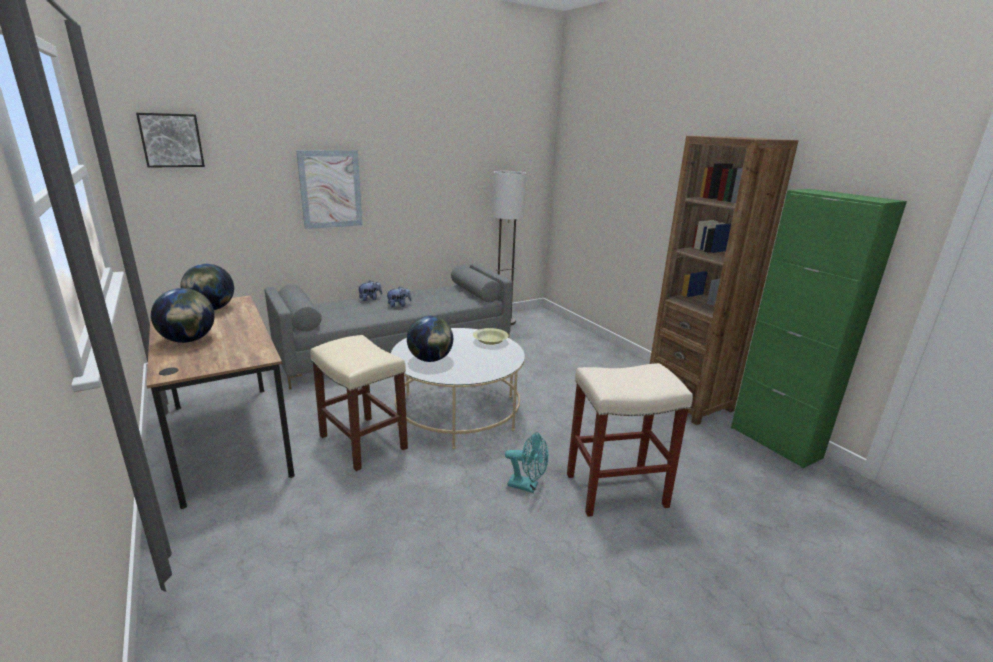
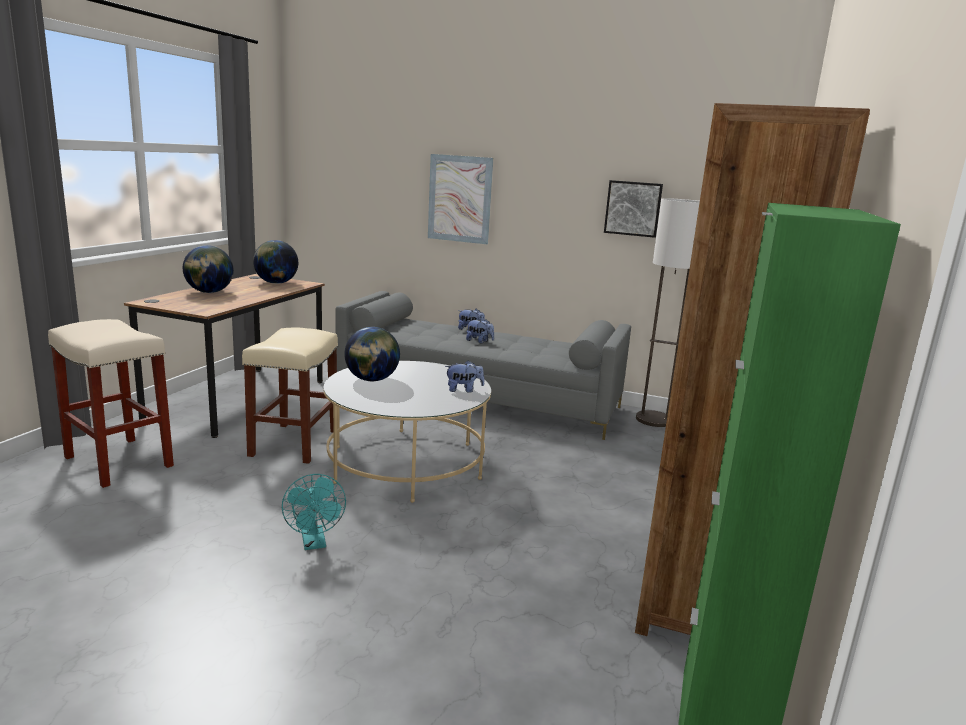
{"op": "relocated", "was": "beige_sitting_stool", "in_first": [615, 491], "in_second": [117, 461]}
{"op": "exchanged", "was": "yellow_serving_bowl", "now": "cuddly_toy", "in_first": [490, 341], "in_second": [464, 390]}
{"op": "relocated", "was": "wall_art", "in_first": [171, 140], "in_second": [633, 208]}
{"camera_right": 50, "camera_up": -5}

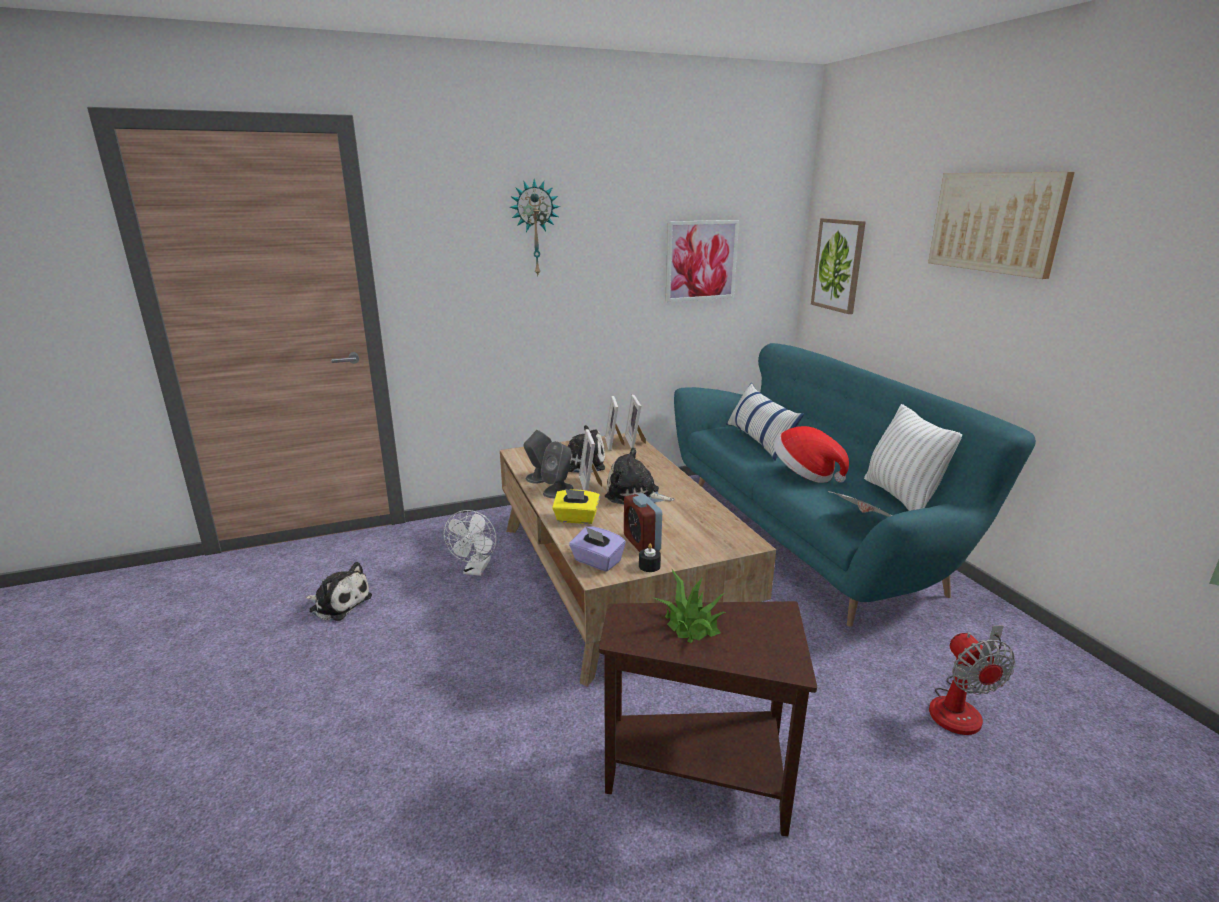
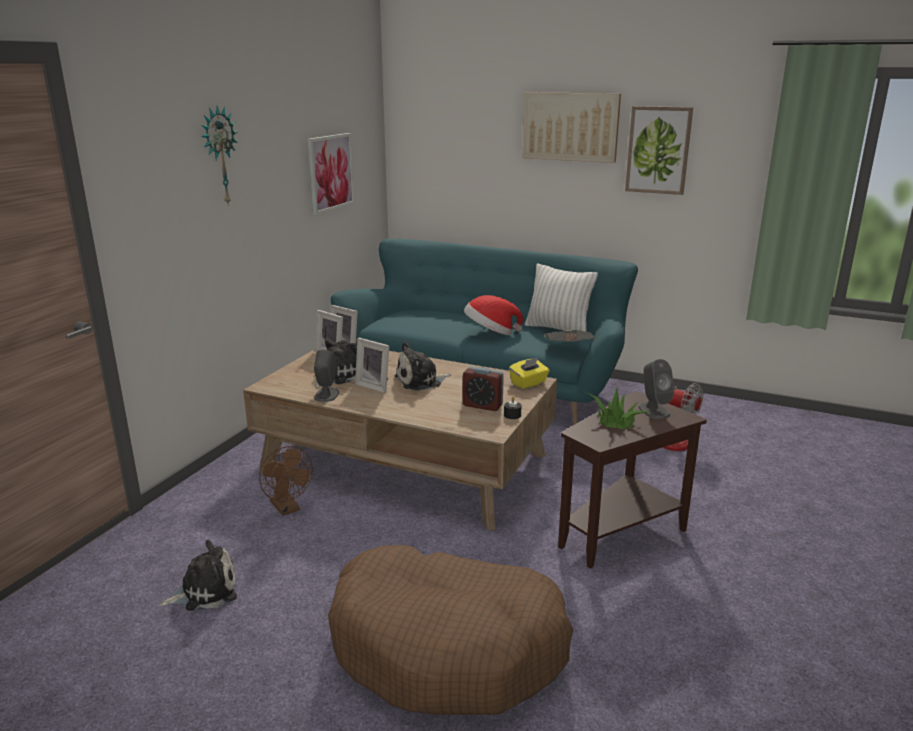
{"op": "colour", "was": "whitish_cooling_fan", "now": "brownish_cooling_fan", "in_first": [476, 570], "in_second": [288, 508]}
{"op": "appeared", "now": "brownish_dog_cushion", "in_second": [448, 647]}
{"op": "relocated", "was": "yellow_box_of_tissues", "in_first": [576, 519], "in_second": [528, 383]}
{"op": "relocated", "was": "wall_art", "in_first": [838, 265], "in_second": [658, 150]}
{"op": "relocated", "was": "gray_audio_speaker", "in_first": [558, 490], "in_second": [653, 410]}
{"op": "missing", "was": "purple_box_of_tissues", "in_first": [597, 561]}
{"op": "missing", "was": "throw_pillow", "in_first": [759, 440]}
{"camera_right": -45, "camera_up": 0}

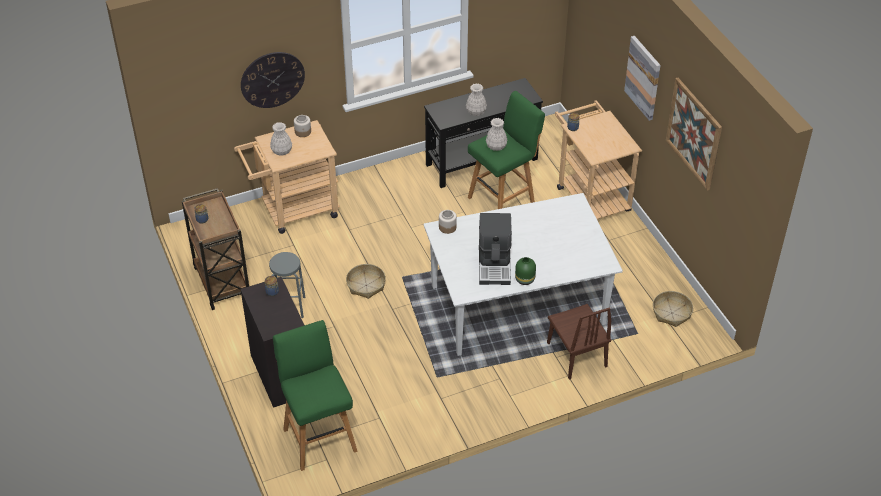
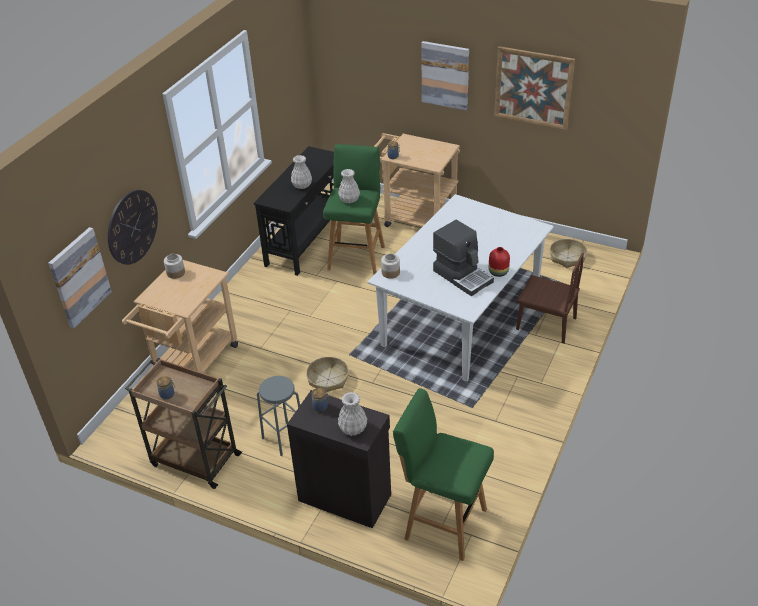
{"op": "appeared", "now": "wall_art", "in_second": [79, 277]}
{"op": "relocated", "was": "whitish_decorative_vase", "in_first": [282, 151], "in_second": [352, 428]}
{"op": "colour", "was": "greenish_decorative_vase", "now": "reddish_decorative_vase", "in_first": [525, 279], "in_second": [498, 272]}
{"camera_right": -40, "camera_up": -5}

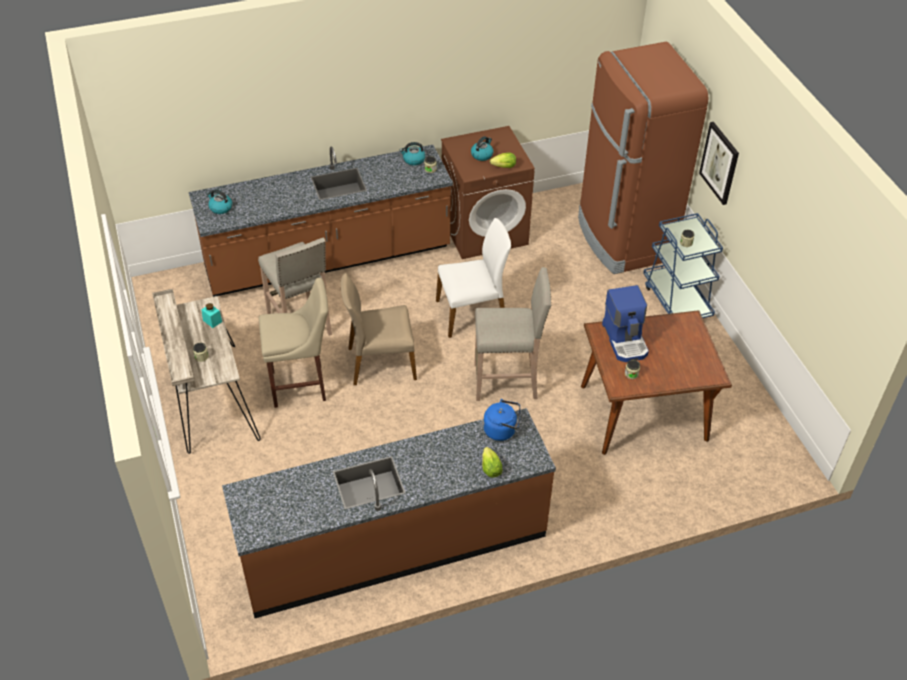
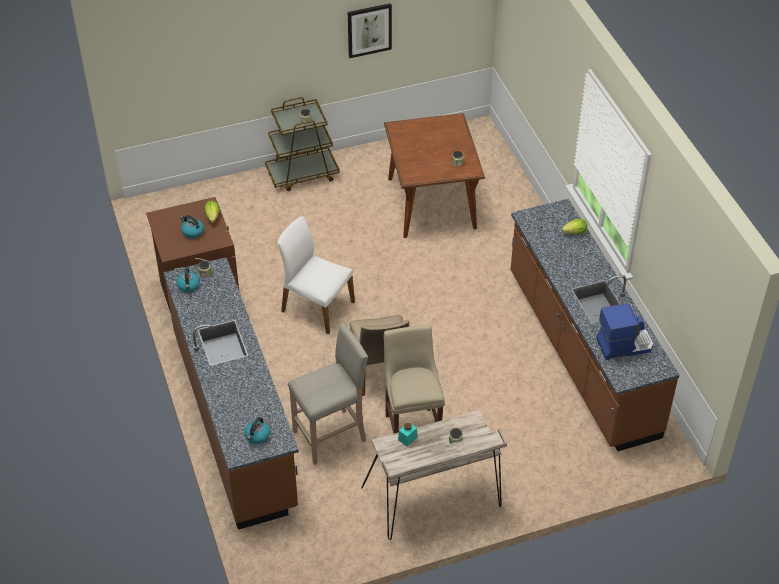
{"op": "colour", "was": "blue_trolley", "now": "brownish_trolley", "in_first": [676, 300], "in_second": [303, 174]}
{"op": "spun", "was": "whitish_upright_chair", "in_first": [472, 313], "in_second": [316, 307], "clockwise": -45}
{"op": "relocated", "was": "wall_art", "in_first": [720, 163], "in_second": [369, 30]}
{"op": "relocated", "was": "coffee_brewer", "in_first": [625, 340], "in_second": [624, 344]}
{"op": "missing", "was": "beige_sitting_stool", "in_first": [507, 382]}
{"op": "missing", "was": "blue_water_kettle", "in_first": [502, 430]}
{"op": "missing", "was": "brownish_fridge", "in_first": [624, 239]}
{"camera_right": -90, "camera_up": 0}

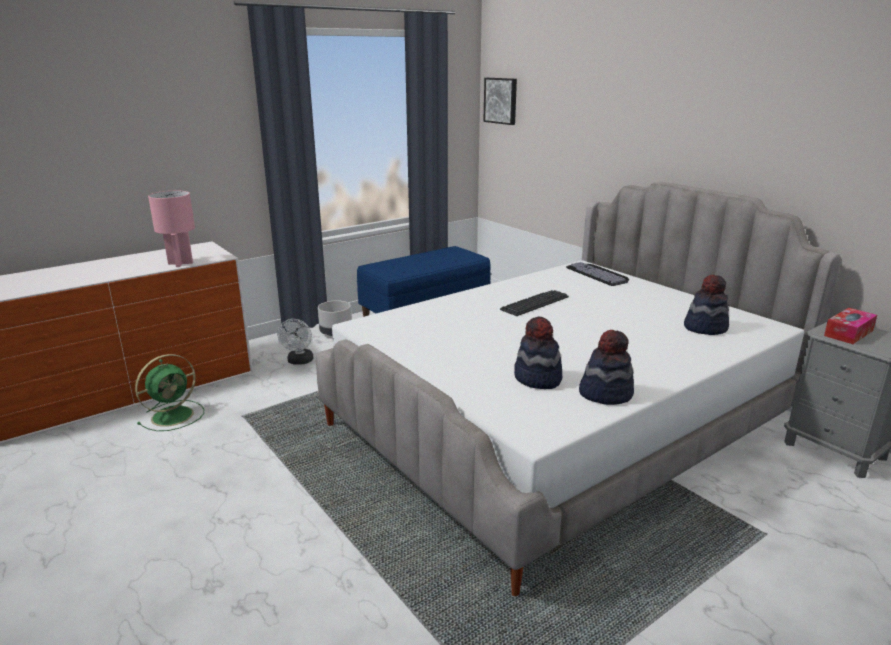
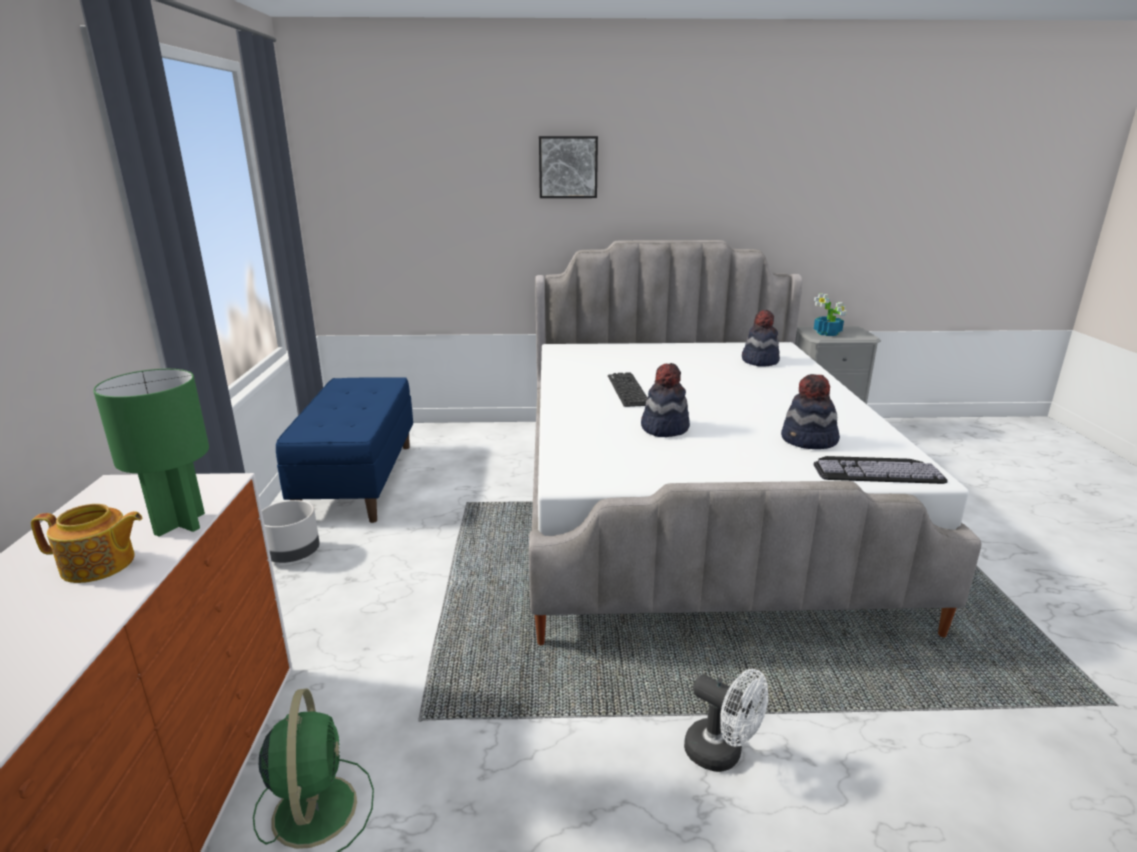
{"op": "appeared", "now": "teapot", "in_second": [99, 565]}
{"op": "colour", "was": "pink_tabletop_lamp", "now": "greenish_tabletop_lamp", "in_first": [180, 263], "in_second": [178, 524]}
{"op": "relocated", "was": "wall_art", "in_first": [501, 100], "in_second": [568, 167]}
{"op": "relocated", "was": "wearable_hat", "in_first": [605, 393], "in_second": [664, 428]}
{"op": "relocated", "was": "whitish_cooling_fan", "in_first": [299, 362], "in_second": [722, 754]}
{"op": "relocated", "was": "computer_keyboard", "in_first": [599, 274], "in_second": [876, 470]}
{"op": "exchanged", "was": "box_of_tissues", "now": "houseplant", "in_first": [848, 333], "in_second": [827, 333]}
{"camera_right": -55, "camera_up": 0}

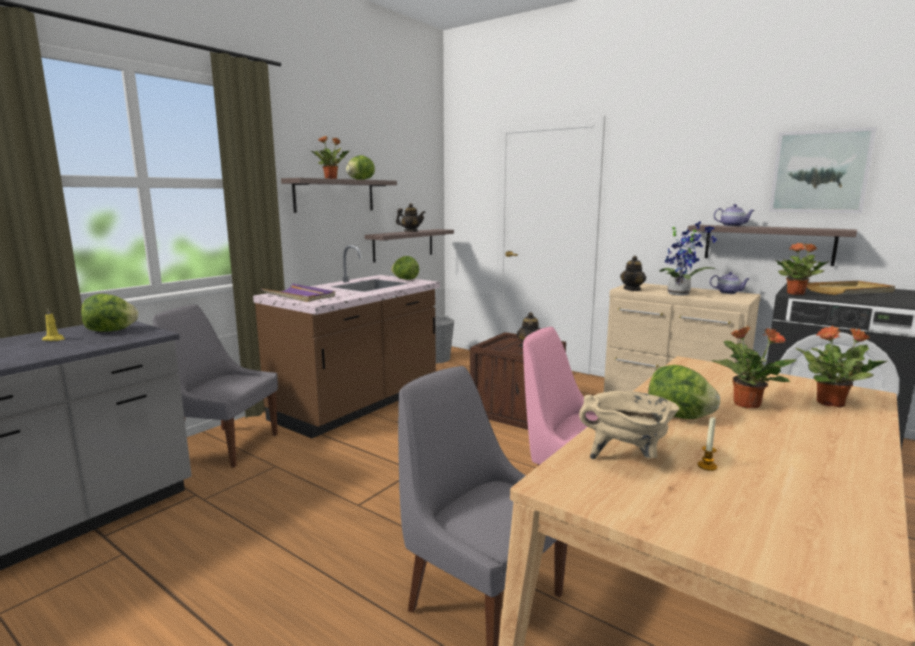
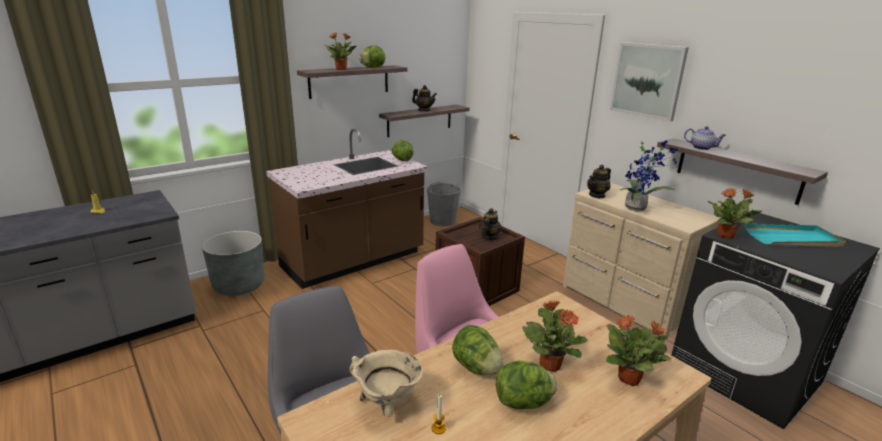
{"op": "exchanged", "was": "gray_upright_chair", "now": "gray_flower_pot", "in_first": [225, 446], "in_second": [239, 285]}
{"op": "relocated", "was": "lettuce_head", "in_first": [111, 331], "in_second": [524, 403]}
{"op": "relocated", "was": "wall_art", "in_first": [819, 172], "in_second": [647, 80]}
{"op": "colour", "was": "beige_tray", "now": "blue-green_tray", "in_first": [849, 291], "in_second": [792, 239]}
{"op": "missing", "was": "purple_tray", "in_first": [299, 295]}
{"op": "missing", "was": "teapot", "in_first": [728, 292]}
{"camera_right": 15, "camera_up": 10}

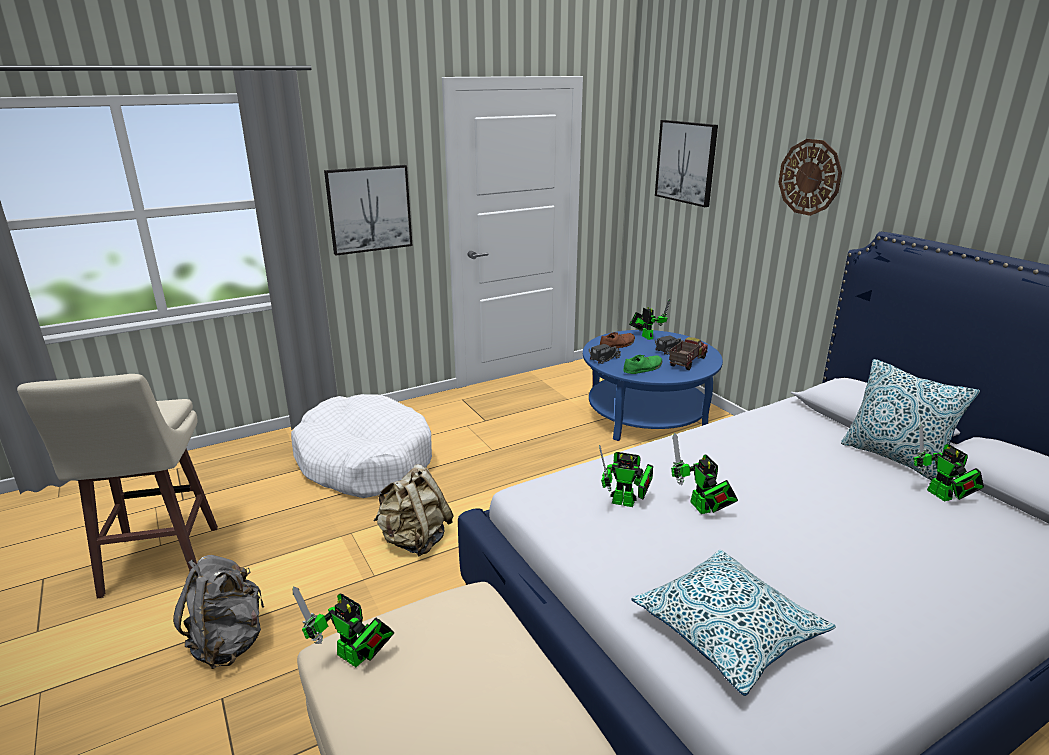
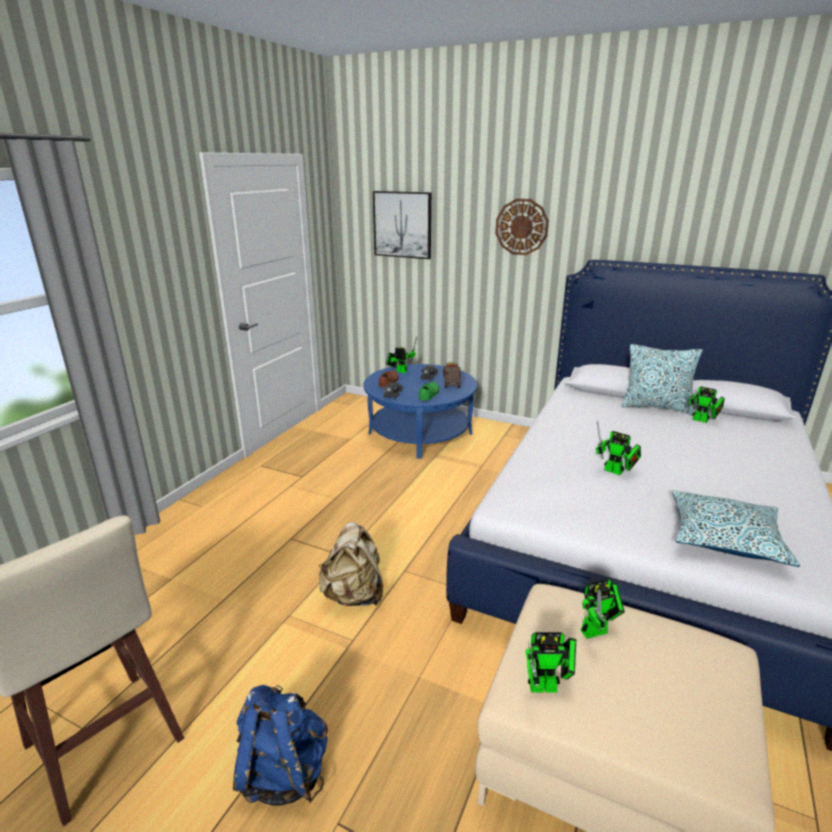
{"op": "colour", "was": "gray_rucksack", "now": "blue_rucksack", "in_first": [229, 642], "in_second": [284, 772]}
{"op": "relocated", "was": "robot_figure", "in_first": [627, 503], "in_second": [597, 630]}
{"op": "missing", "was": "whitish_dog_cushion", "in_first": [365, 461]}
{"op": "missing", "was": "wall_art", "in_first": [369, 209]}
{"camera_right": -35, "camera_up": 0}

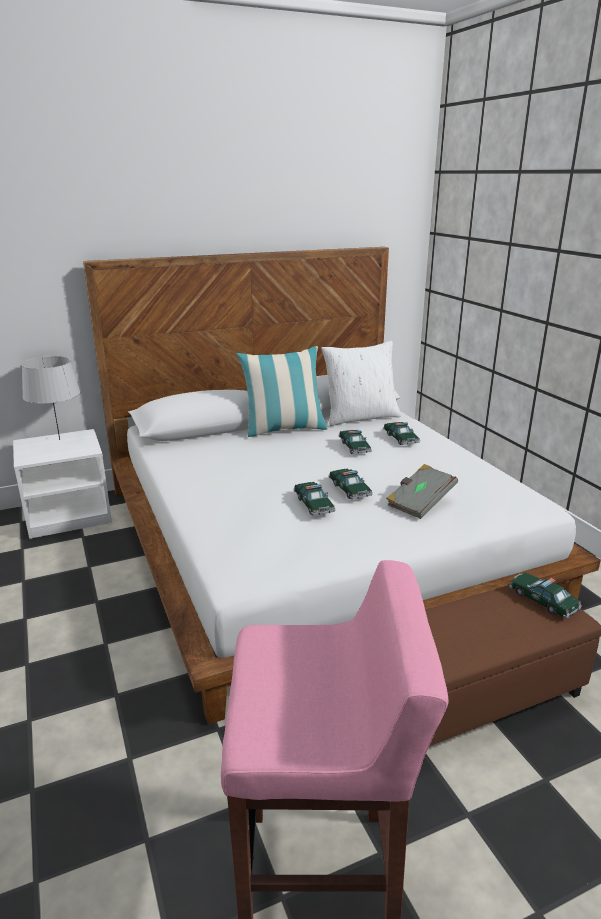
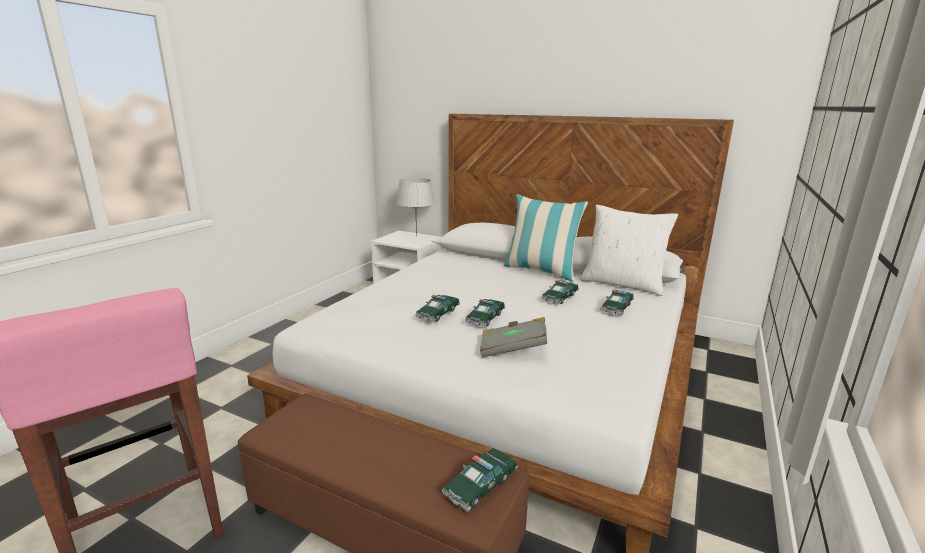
{"op": "spun", "was": "toy_car", "in_first": [543, 601], "in_second": [480, 485], "clockwise": -150}
{"camera_right": 50, "camera_up": -5}

